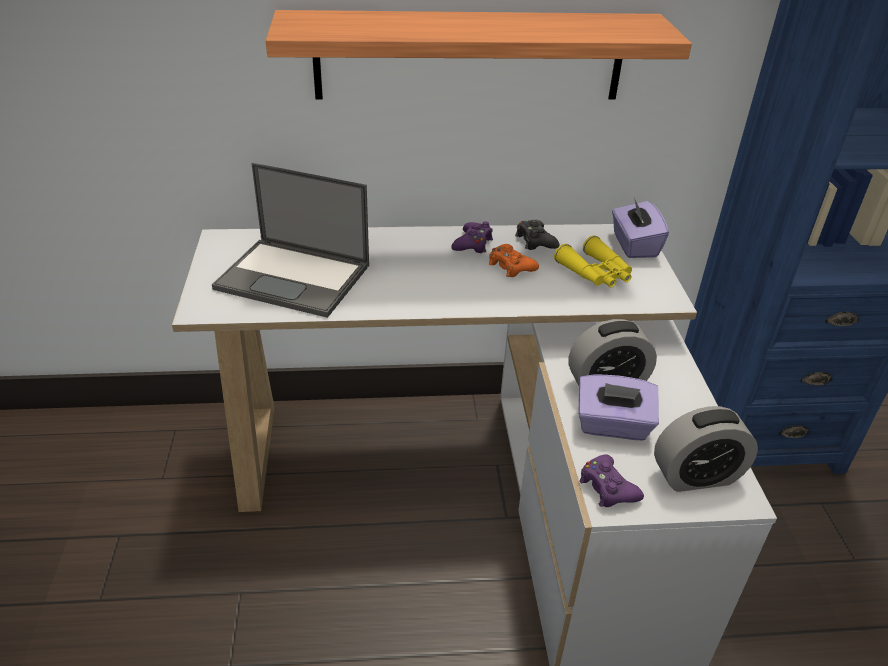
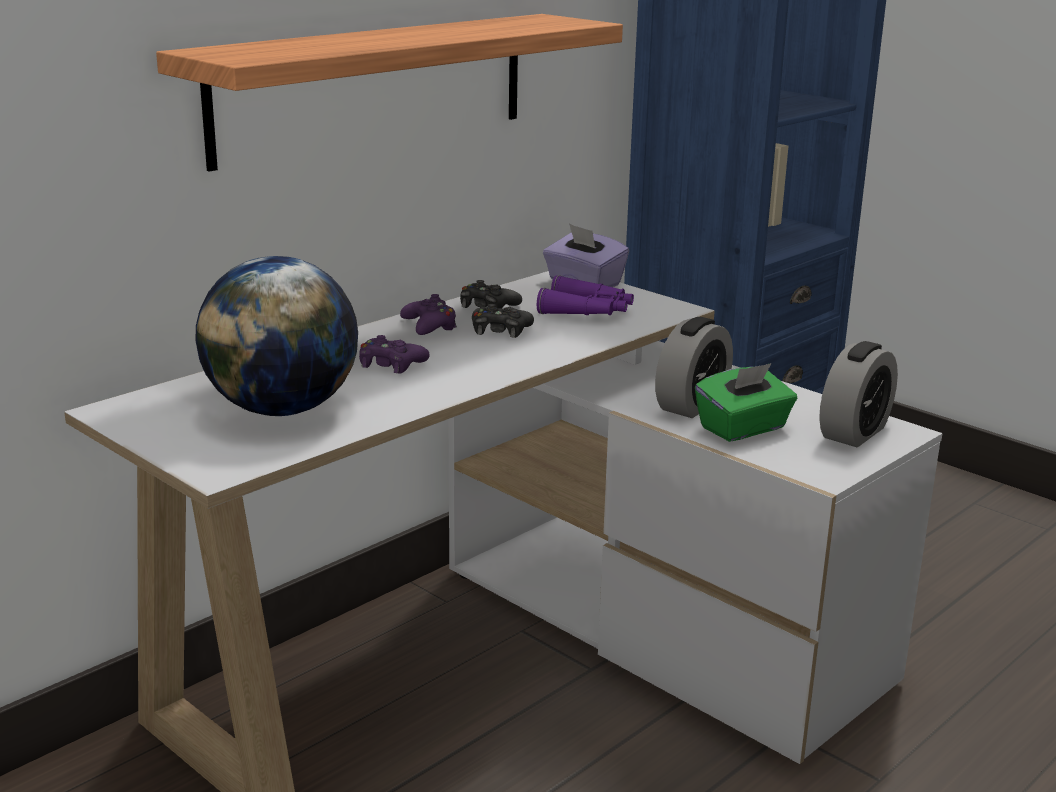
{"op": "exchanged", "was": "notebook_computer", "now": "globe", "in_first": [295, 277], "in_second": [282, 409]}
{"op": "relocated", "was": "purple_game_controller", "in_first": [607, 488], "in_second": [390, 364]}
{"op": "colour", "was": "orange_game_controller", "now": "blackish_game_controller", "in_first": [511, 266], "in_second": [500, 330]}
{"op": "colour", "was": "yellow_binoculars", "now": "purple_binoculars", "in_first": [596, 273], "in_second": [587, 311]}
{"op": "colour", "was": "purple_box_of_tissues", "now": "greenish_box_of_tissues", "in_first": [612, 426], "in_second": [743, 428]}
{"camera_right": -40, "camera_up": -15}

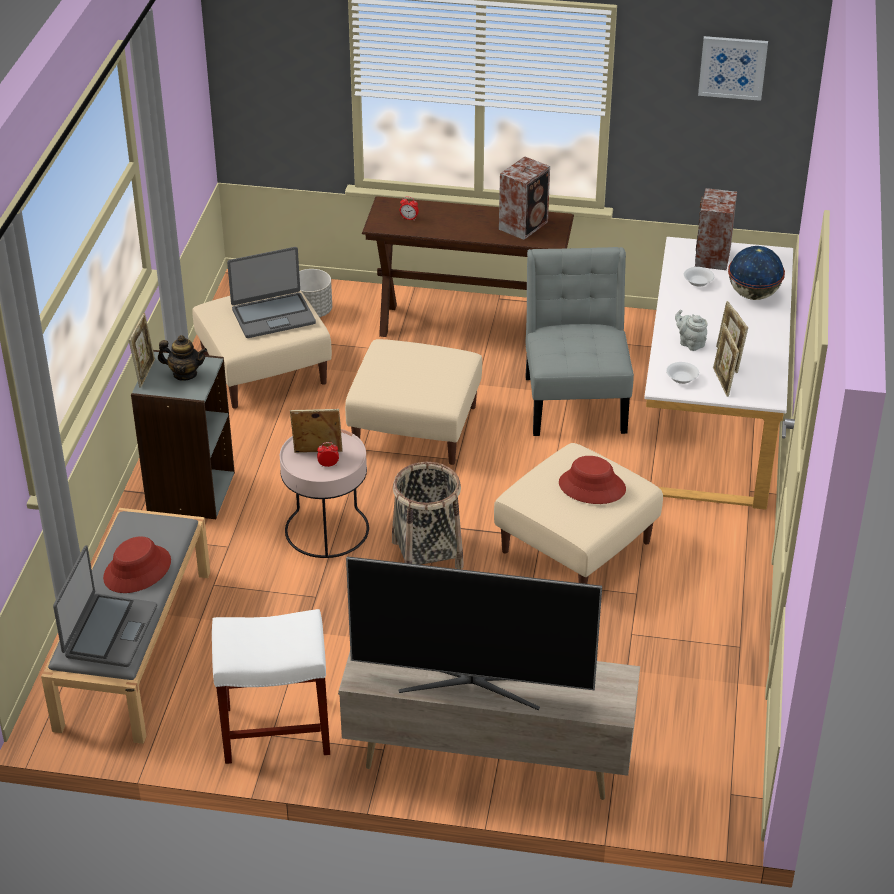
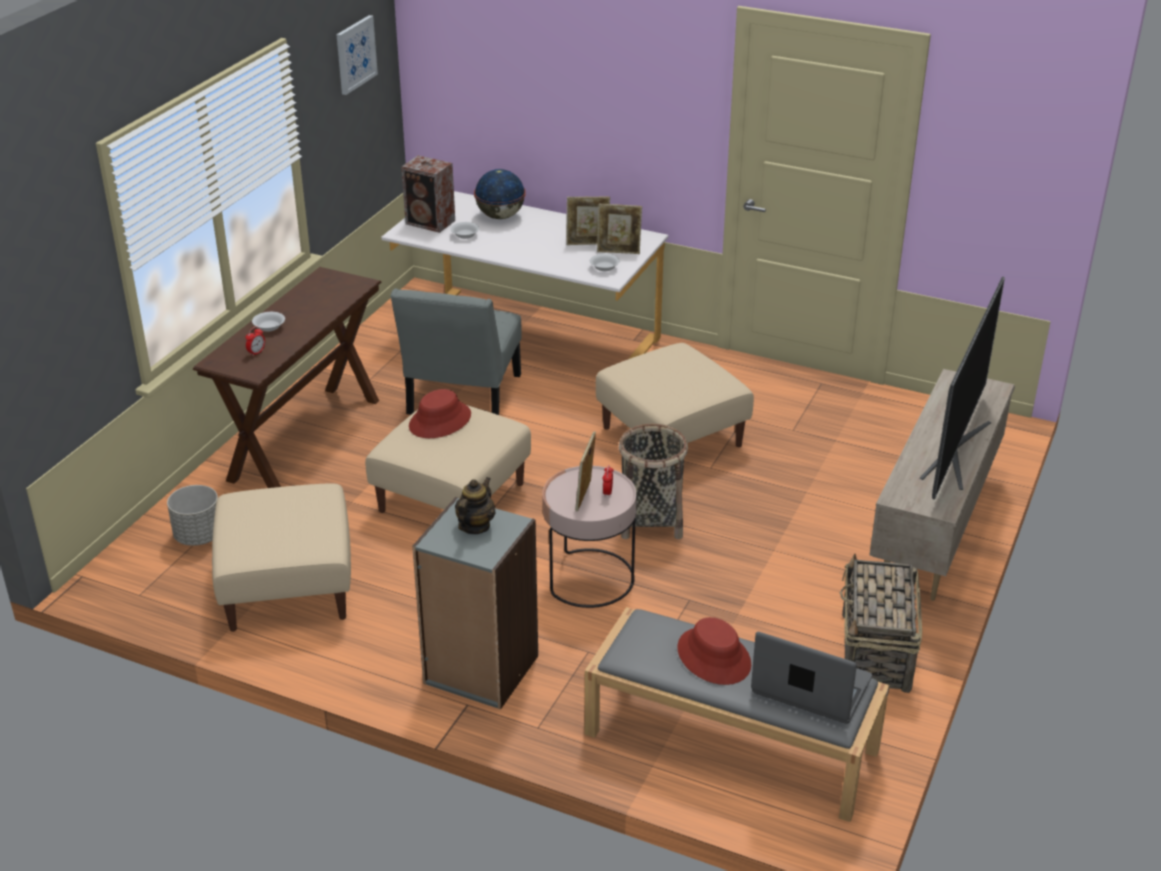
{"op": "appeared", "now": "whitish_serving_bowl", "in_second": [269, 327]}
{"op": "spun", "was": "gray_upright_chair", "in_first": [575, 400], "in_second": [462, 399], "clockwise": -90}
{"op": "relocated", "was": "reddish_wearable_hat", "in_first": [592, 487], "in_second": [440, 421]}
{"op": "exchanged", "was": "whitish_sitting_stool", "now": "basket", "in_first": [274, 730], "in_second": [875, 653]}
{"op": "missing", "was": "photo_frame", "in_first": [145, 373]}
{"op": "missing", "was": "notebook_computer", "in_first": [273, 316]}
{"op": "missing", "was": "audio_speaker", "in_first": [524, 225]}
{"op": "missing", "was": "gray_teapot", "in_first": [690, 343]}
{"camera_right": -75, "camera_up": -5}

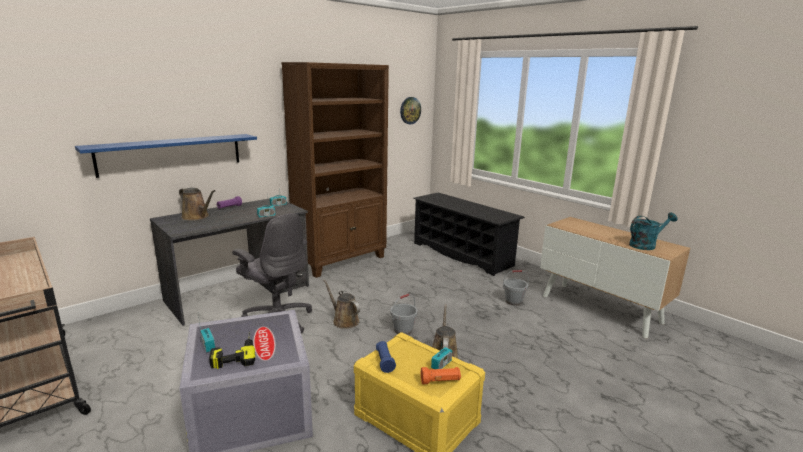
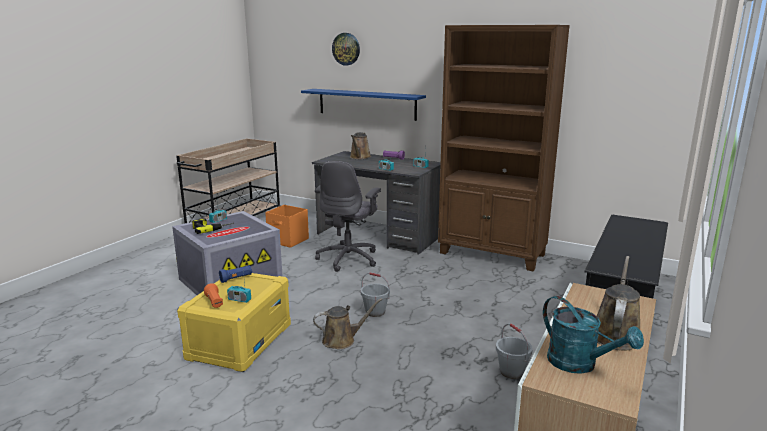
{"op": "appeared", "now": "orange_storage_box", "in_second": [288, 240]}
{"op": "relocated", "was": "hanging_clock", "in_first": [410, 110], "in_second": [346, 49]}
{"op": "relocated", "was": "brownish_watering_pot", "in_first": [344, 320], "in_second": [615, 334]}
{"camera_right": 70, "camera_up": 0}

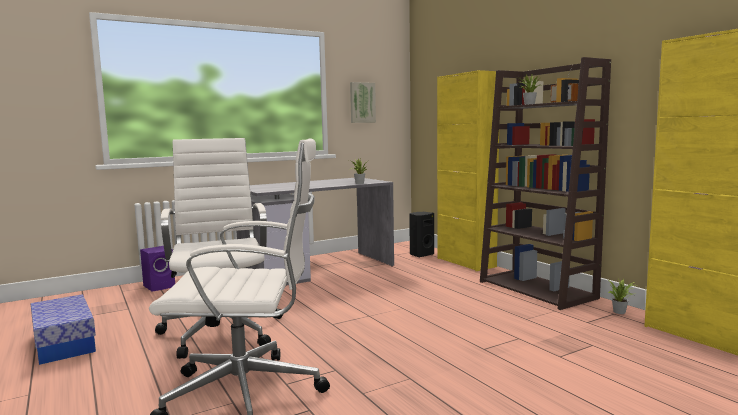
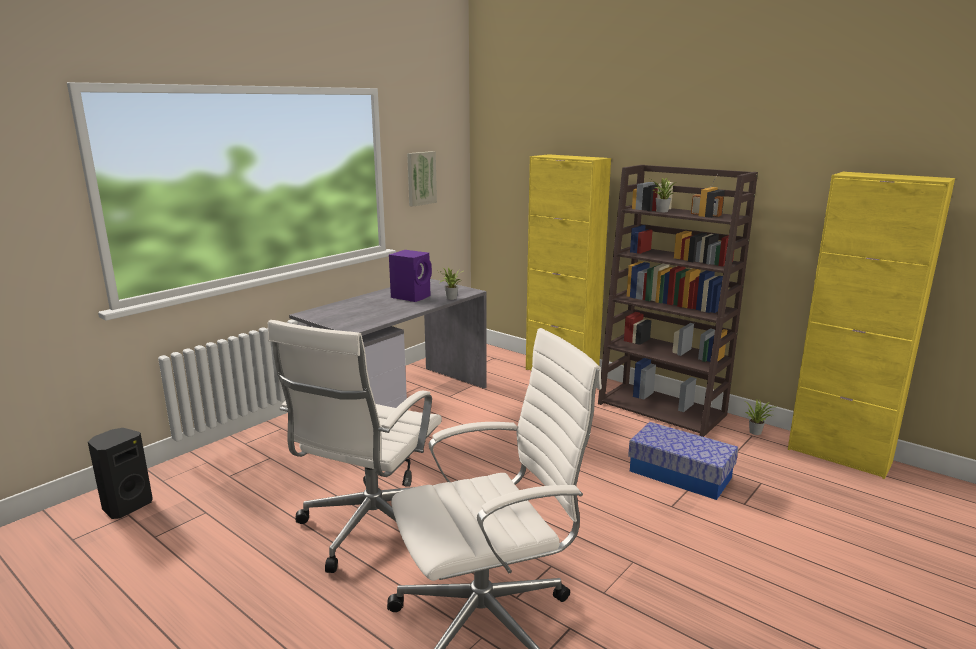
{"op": "relocated", "was": "blackish_audio_speaker", "in_first": [421, 254], "in_second": [126, 506]}
{"op": "spun", "was": "whitish_computer_chair", "in_first": [222, 330], "in_second": [370, 528], "clockwise": -120}
{"op": "relocated", "was": "purple_audio_speaker", "in_first": [160, 286], "in_second": [412, 296]}
{"op": "relocated", "was": "storage_box", "in_first": [64, 343], "in_second": [680, 474]}
{"camera_right": -20, "camera_up": 10}

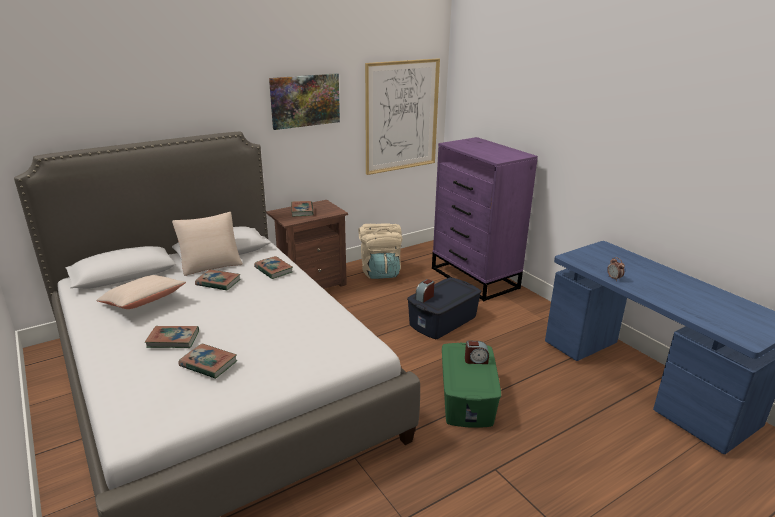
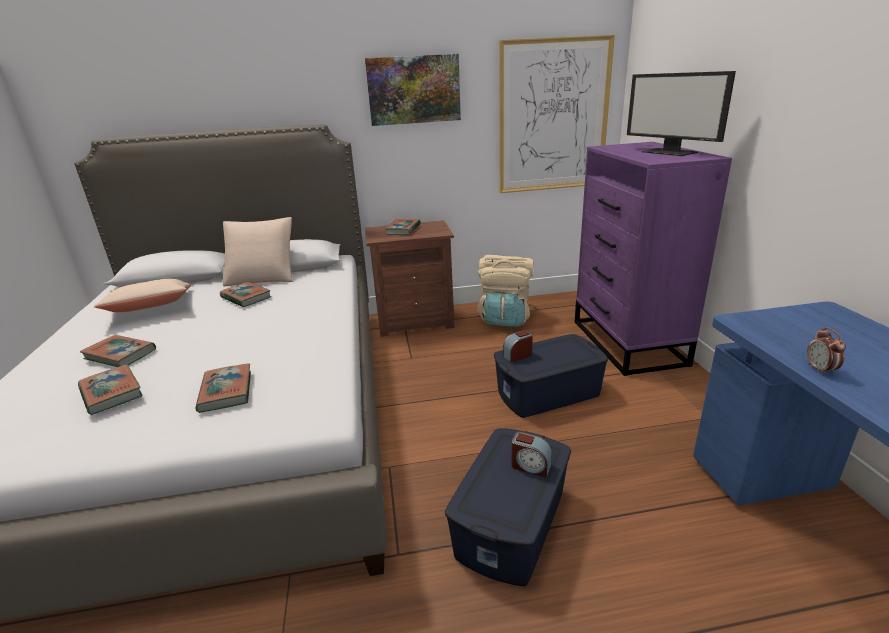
{"op": "relocated", "was": "volume", "in_first": [273, 270], "in_second": [226, 391]}
{"op": "colour", "was": "greenish_storage_box", "now": "blue_storage_box", "in_first": [467, 399], "in_second": [512, 524]}
{"op": "appeared", "now": "computer_display", "in_second": [670, 152]}
{"camera_right": 25, "camera_up": 0}

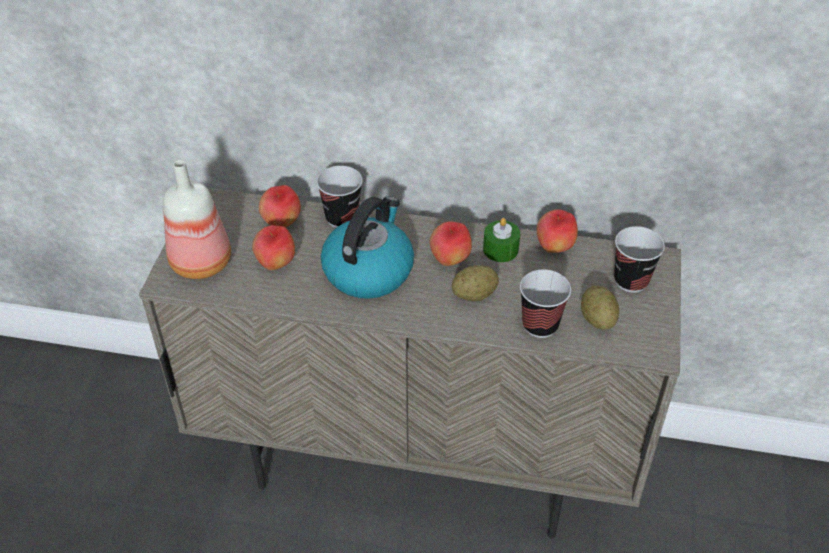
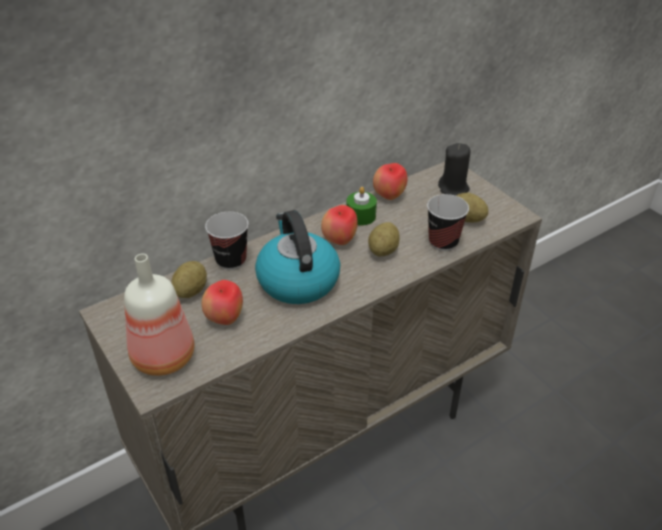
{"op": "exchanged", "was": "apple", "now": "whole_potato", "in_first": [281, 223], "in_second": [191, 291]}
{"op": "exchanged", "was": "cup", "now": "blackish_wax_candle", "in_first": [631, 280], "in_second": [453, 188]}
{"camera_right": -45, "camera_up": -5}

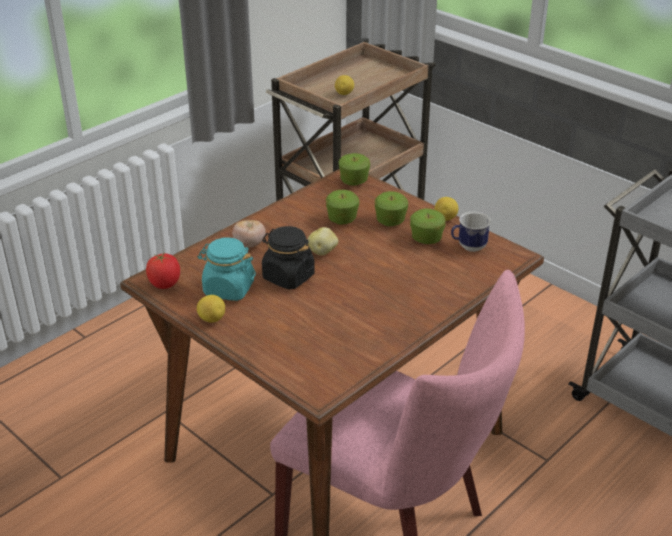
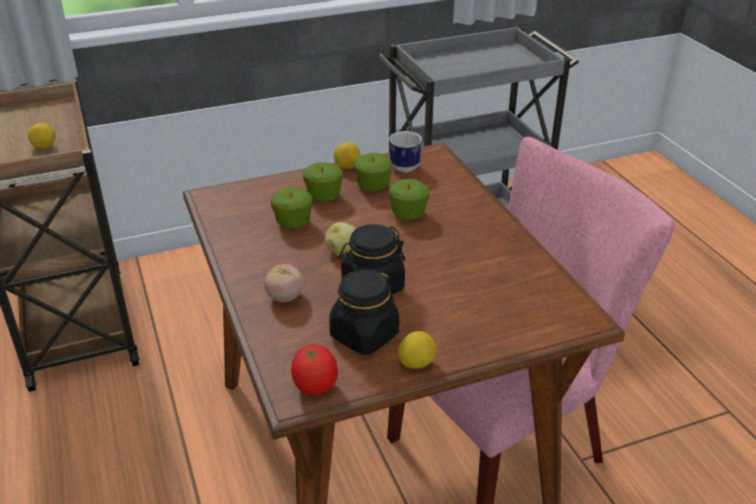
{"op": "colour", "was": "blue-green_storage_jar", "now": "blackish_storage_jar", "in_first": [228, 289], "in_second": [364, 335]}
{"op": "relocated", "was": "apple", "in_first": [353, 181], "in_second": [408, 214]}
{"camera_right": -65, "camera_up": 0}

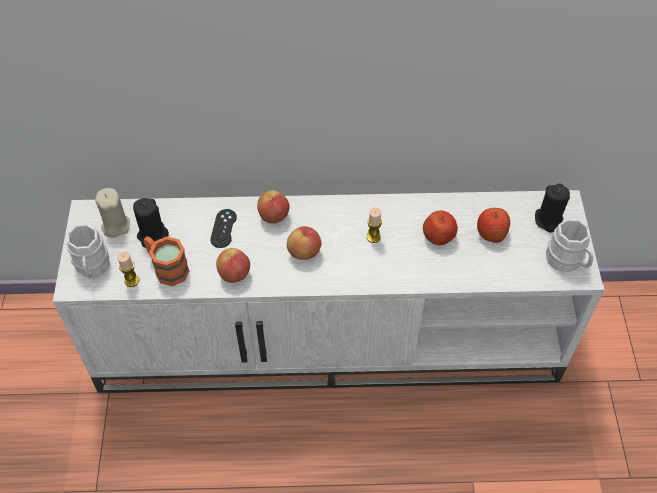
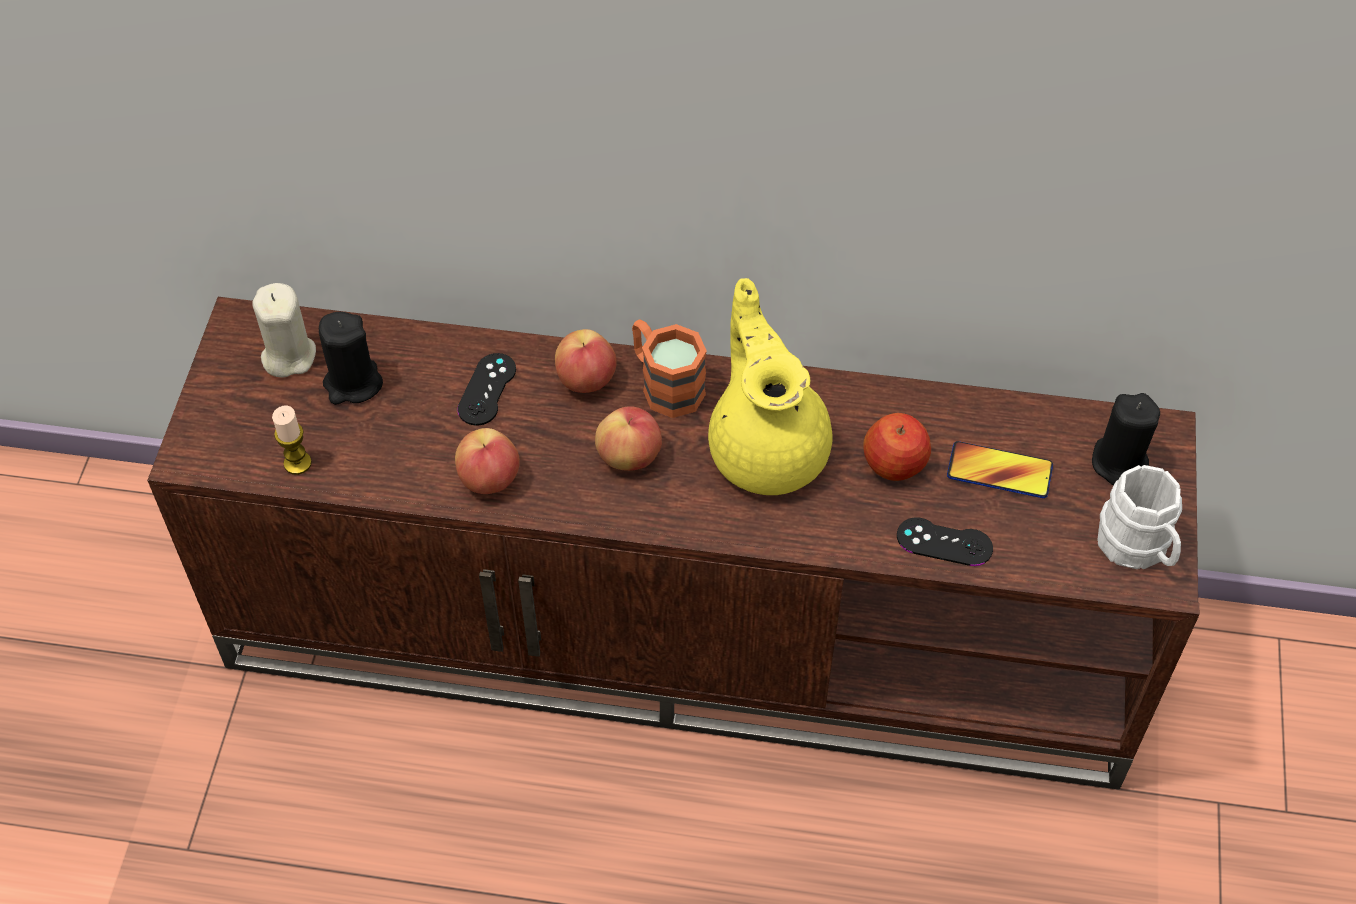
{"op": "colour", "was": "whitish_media_console", "now": "brownish_media_console", "in_first": [330, 338], "in_second": [684, 632]}
{"op": "relocated", "was": "orange_tea_mug", "in_first": [167, 268], "in_second": [665, 384]}
{"op": "exchanged", "was": "wax_candle", "now": "yellow_teapot", "in_first": [373, 237], "in_second": [767, 447]}
{"op": "appeared", "now": "blackish_game_controller", "in_second": [944, 542]}
{"op": "exchanged", "was": "apple", "now": "telephone", "in_first": [491, 233], "in_second": [999, 471]}
{"op": "missing", "was": "whitish_tea_mug", "in_first": [92, 268]}
{"camera_right": 10, "camera_up": 0}

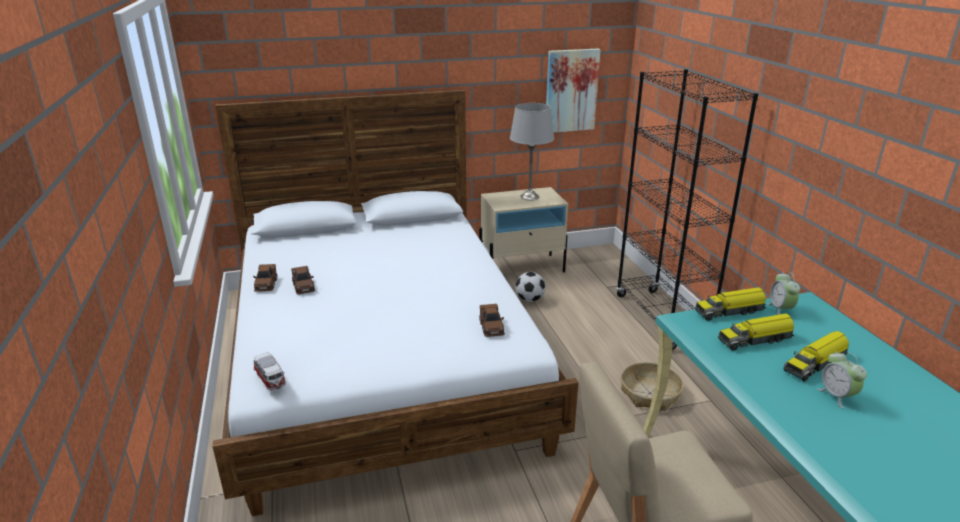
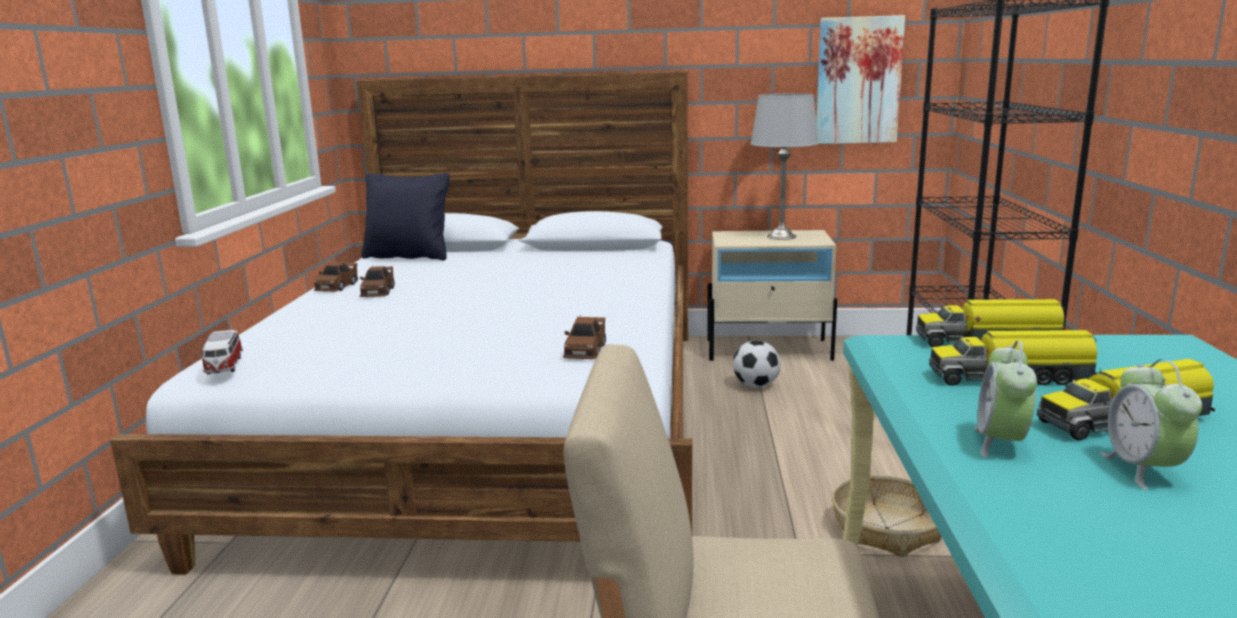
{"op": "appeared", "now": "blackish_throw_pillow", "in_second": [408, 256]}
{"op": "relocated", "was": "bedside_clock", "in_first": [780, 309], "in_second": [1000, 443]}
{"camera_right": 20, "camera_up": -10}

